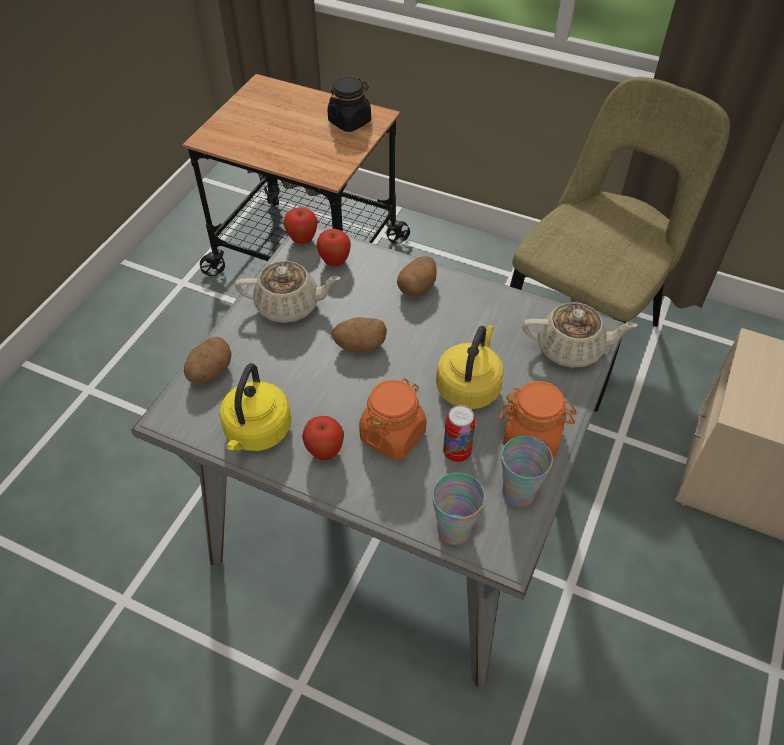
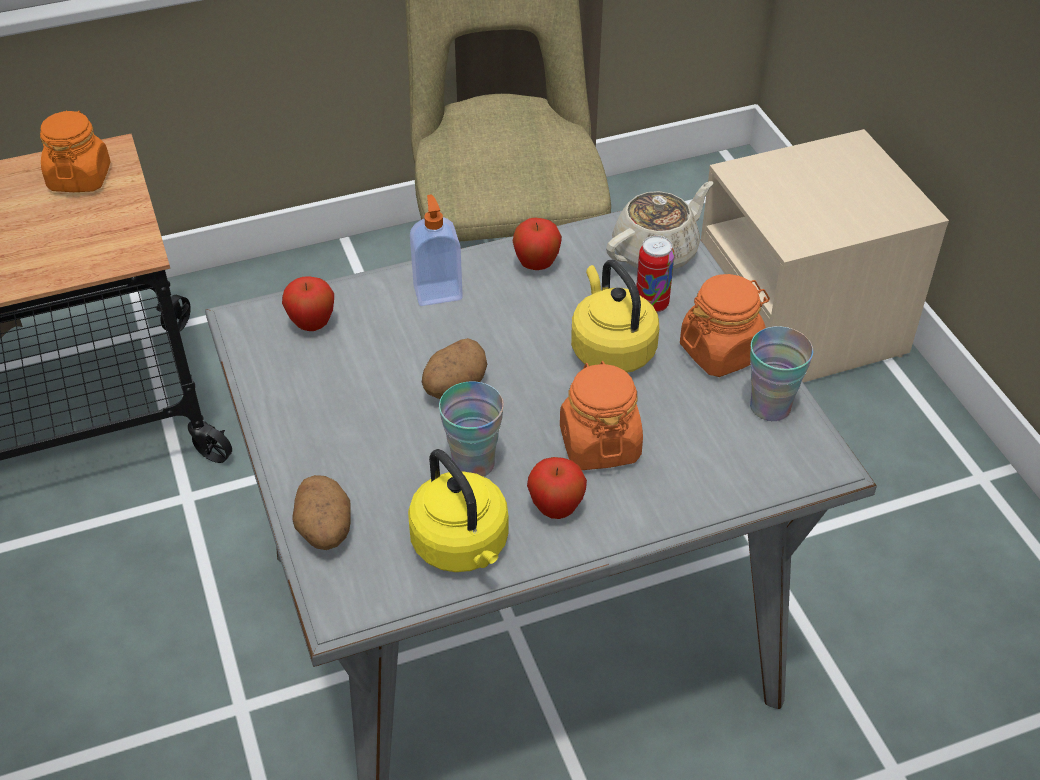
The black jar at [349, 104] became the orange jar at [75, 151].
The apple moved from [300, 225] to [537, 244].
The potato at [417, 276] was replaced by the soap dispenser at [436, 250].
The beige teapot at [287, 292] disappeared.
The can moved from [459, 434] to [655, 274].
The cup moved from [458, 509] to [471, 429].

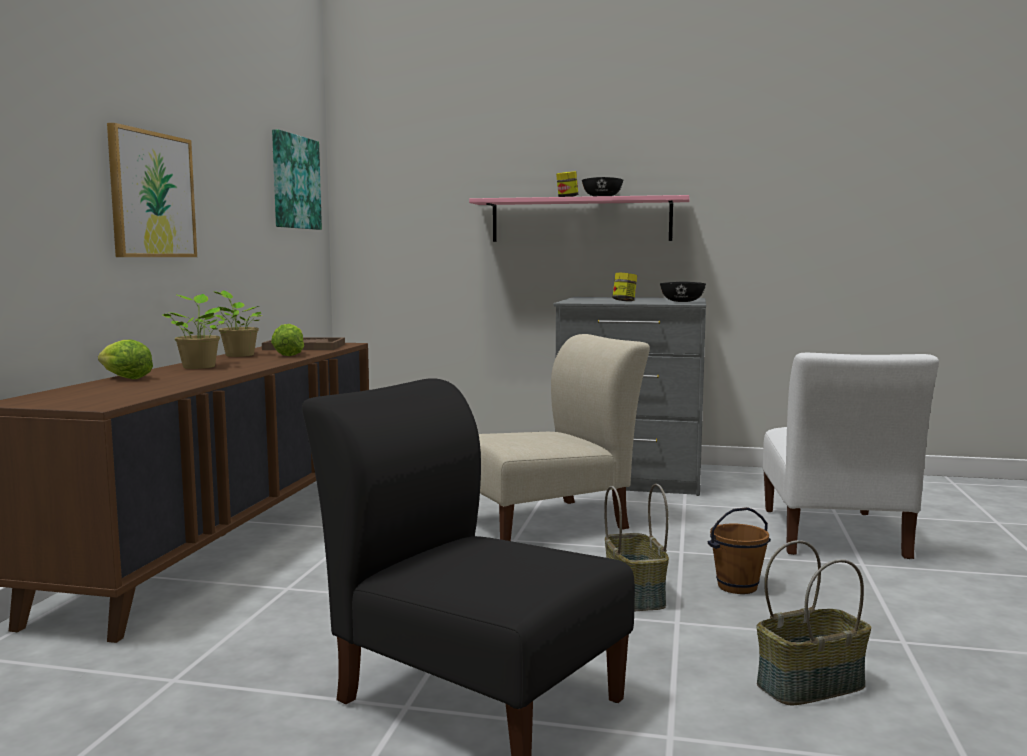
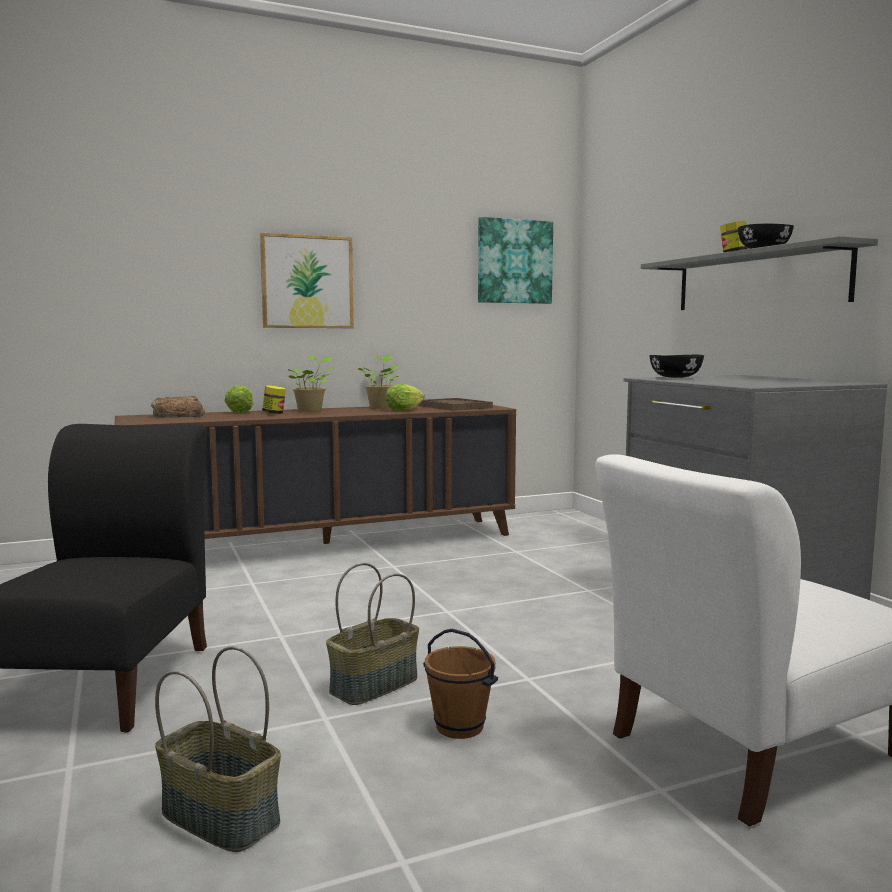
The pink shelf at [579, 218] became the grey shelf at [759, 273].
The jar moved from [624, 287] to [274, 399].
The black bowl moved from [683, 292] to [676, 366].
The beige chair at [564, 437] disappeared.
The bread at [178, 407] appeared.

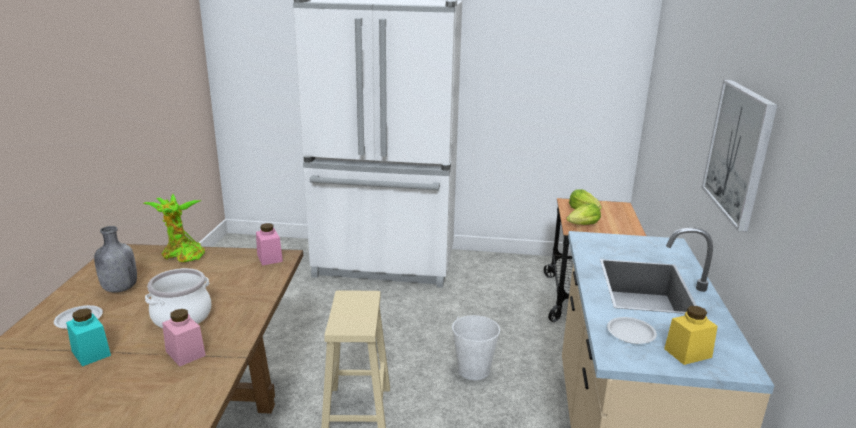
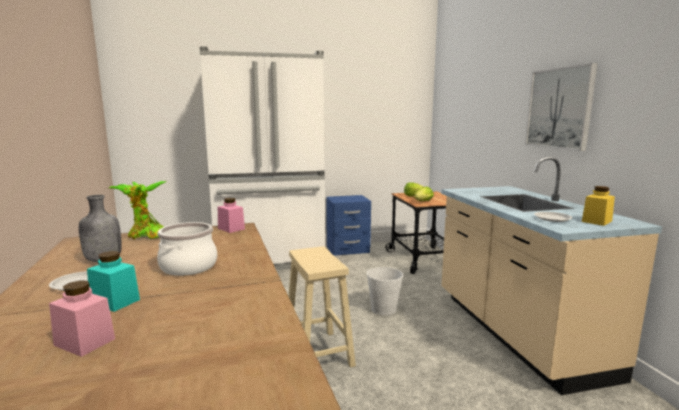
The pink jar moved from [184, 337] to [82, 318].
The blue nightstand at [348, 225] appeared.

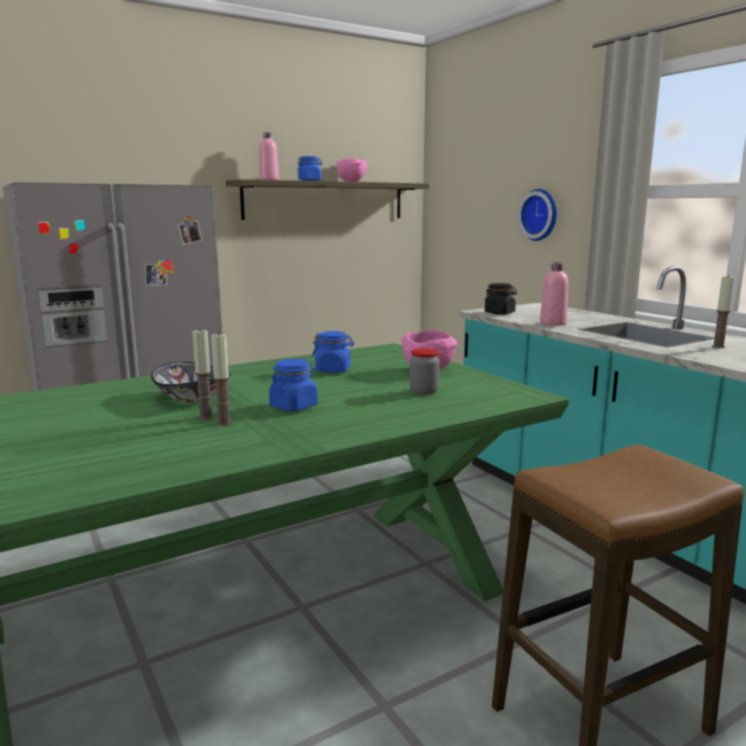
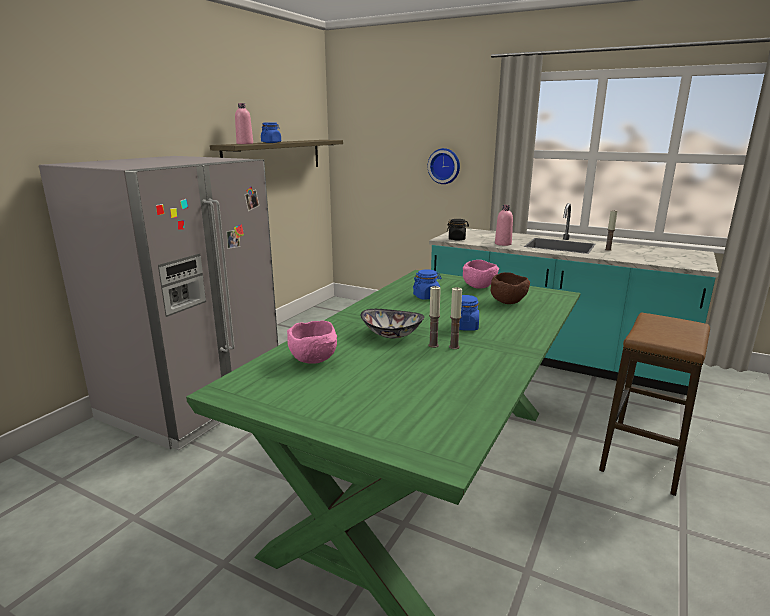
The pink bowl moved from [351, 170] to [312, 342].
The jar at [425, 371] was replaced by the brown bowl at [510, 288].

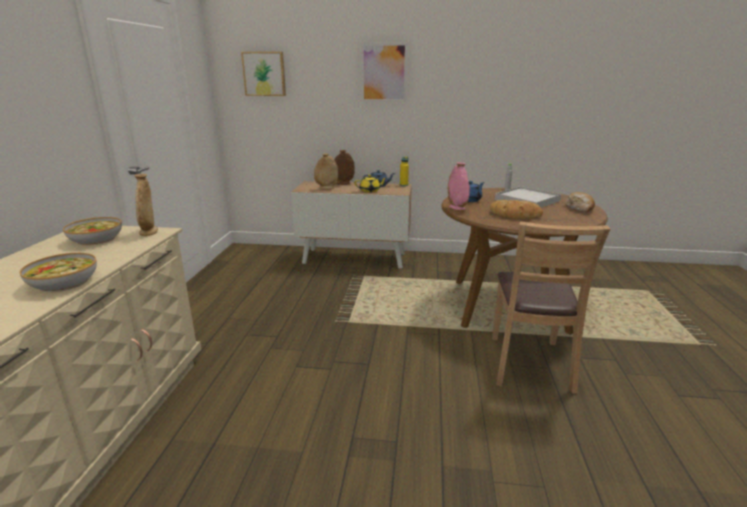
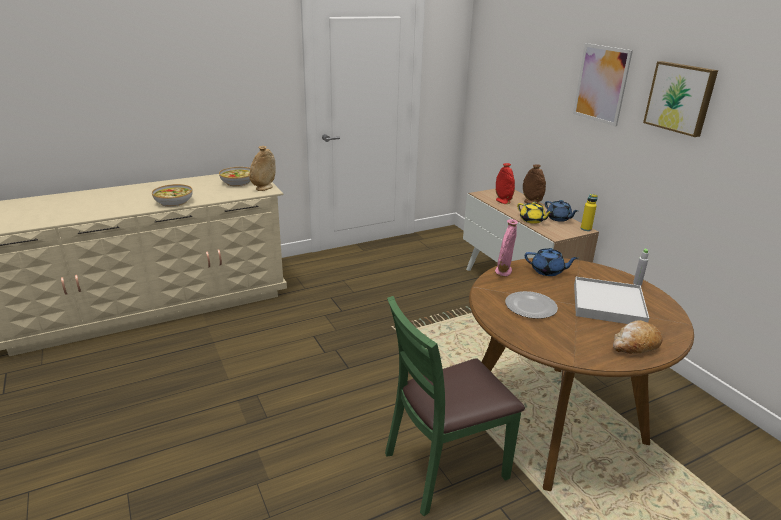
The picture moved from [263, 74] to [680, 99].
The beige vase at [326, 171] became the red vase at [505, 183].
The bread at [516, 209] was replaced by the plate at [531, 305].
The brown chair at [551, 307] became the green chair at [455, 406].

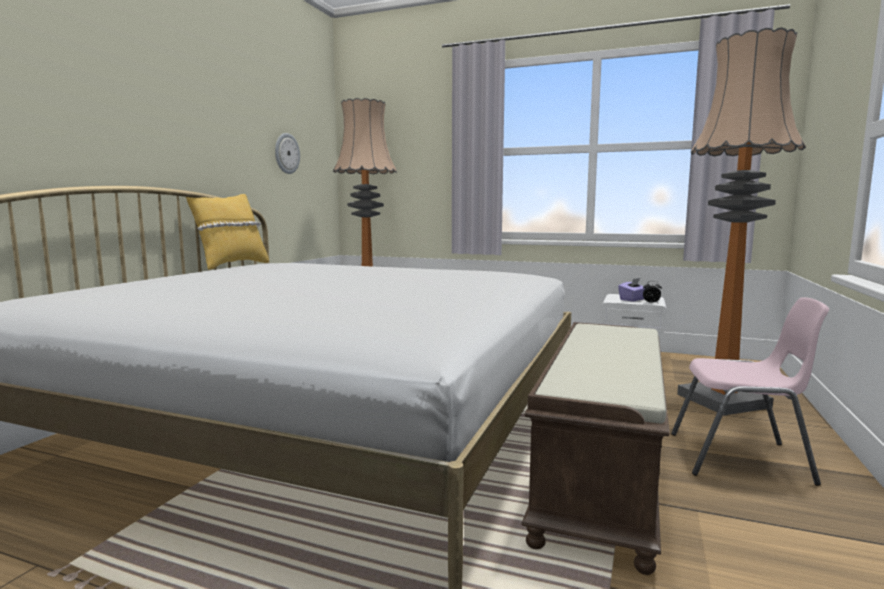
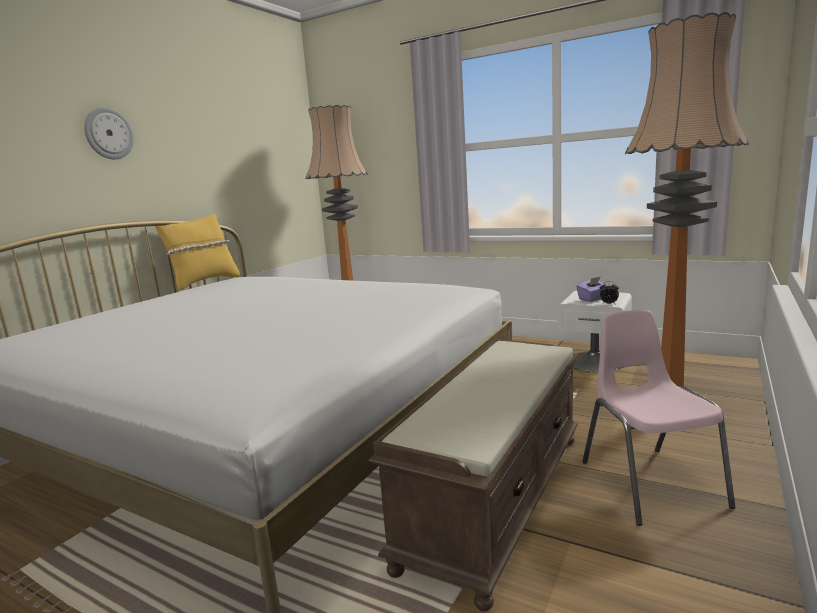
The wall clock moved from [287, 153] to [109, 133].
The pink chair at [750, 392] turned 120 degrees counterclockwise.

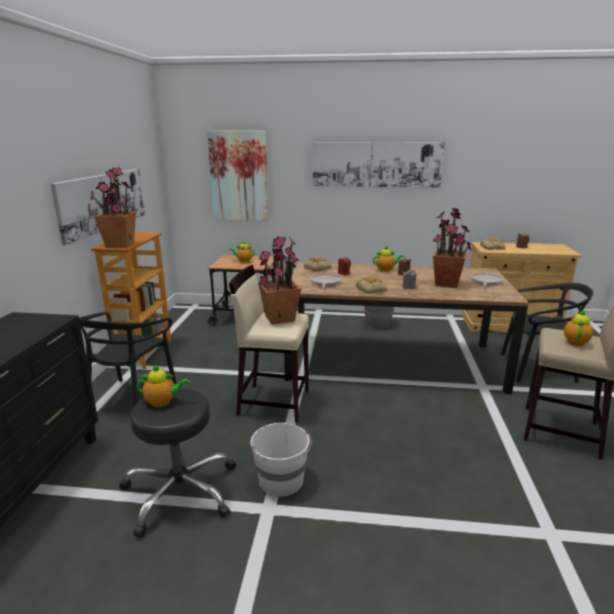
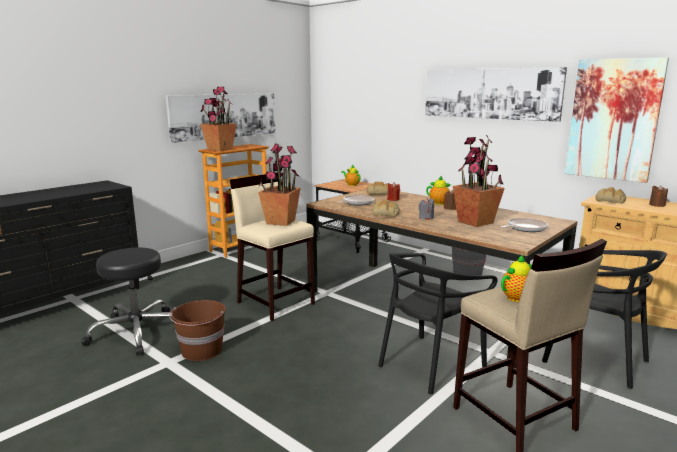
The picture moved from [237, 176] to [617, 120].
The black chair moved from [128, 359] to [437, 323].
The teapot at [163, 385] disappeared.
The white bucket at [281, 460] became the brown bucket at [197, 330].

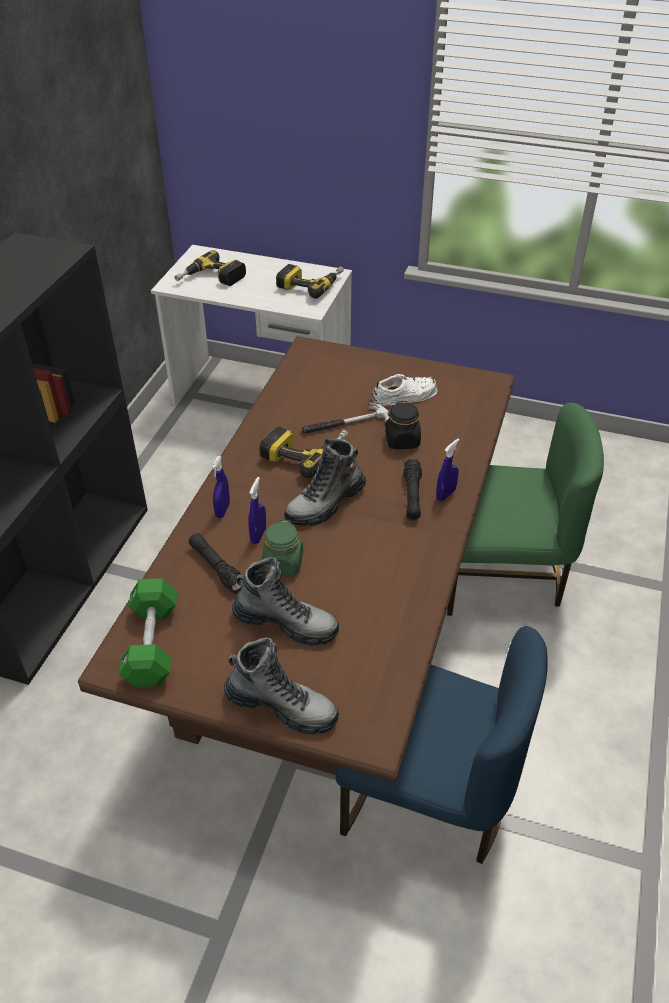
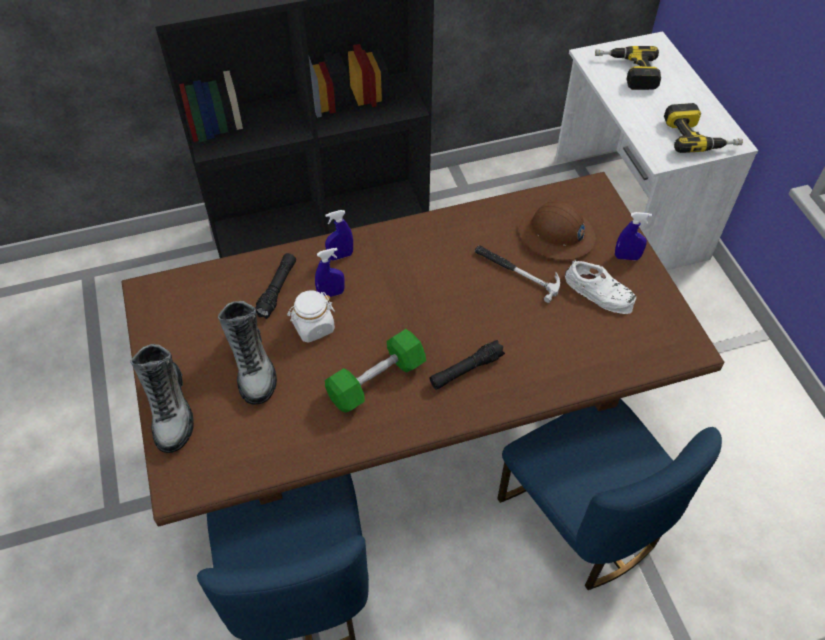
The black jar at [403, 425] disappeared.
The green chair at [525, 509] became the blue chair at [609, 494].
The power drill at [303, 452] disappeared.
The boot at [325, 482] disappeared.
The blue spray bottle moved from [448, 470] to [633, 236].
The green jar at [282, 548] became the white jar at [311, 316].
The green dumbbell moved from [148, 632] to [375, 371].
The brown hard hat at [557, 230] appeared.

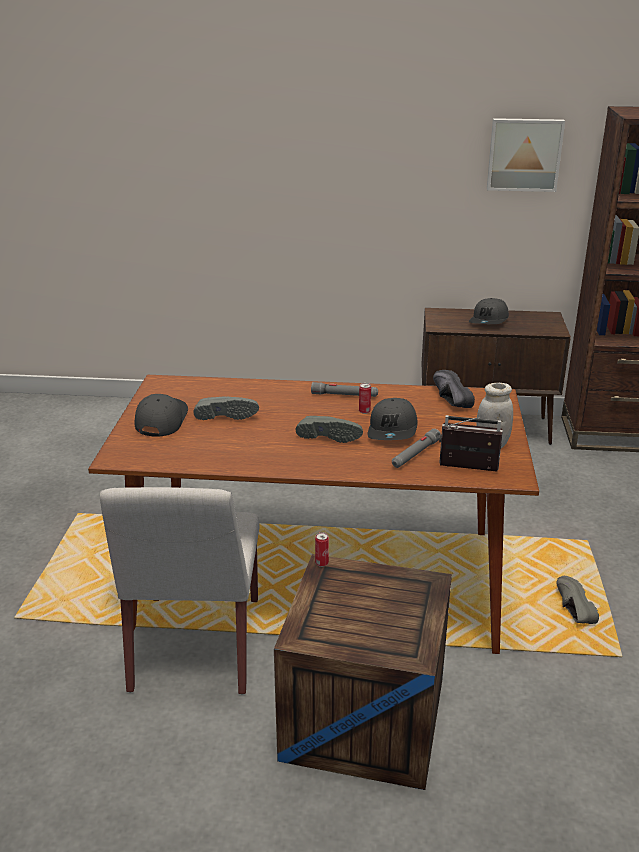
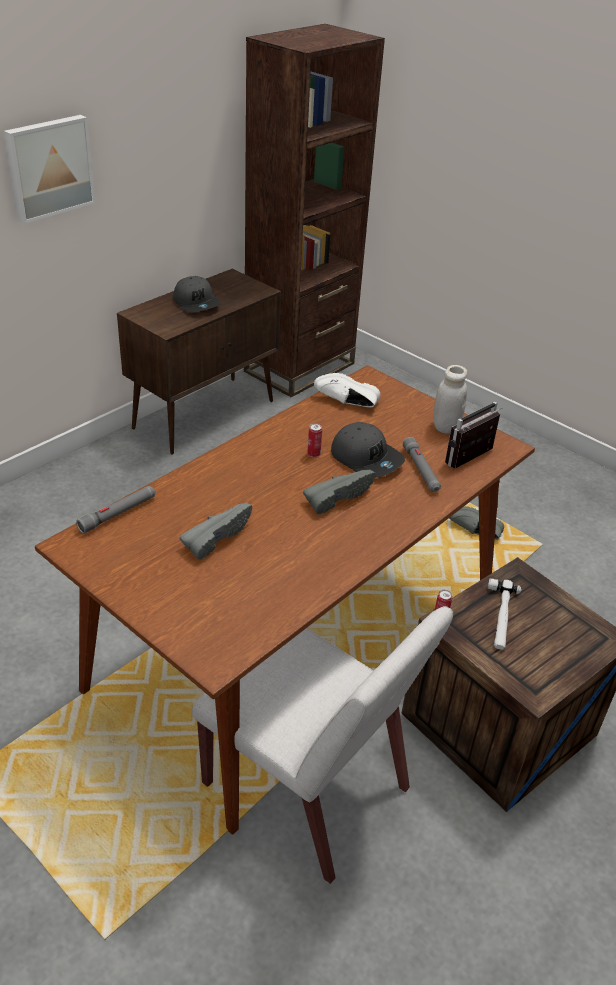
The picture moved from [526, 155] to [50, 169].
The black shoe at [454, 389] became the white shoe at [347, 390].
The grey flashlight moved from [344, 389] to [115, 509].
The grey cap at [161, 415] disappeared.
The hammer at [504, 614] appeared.

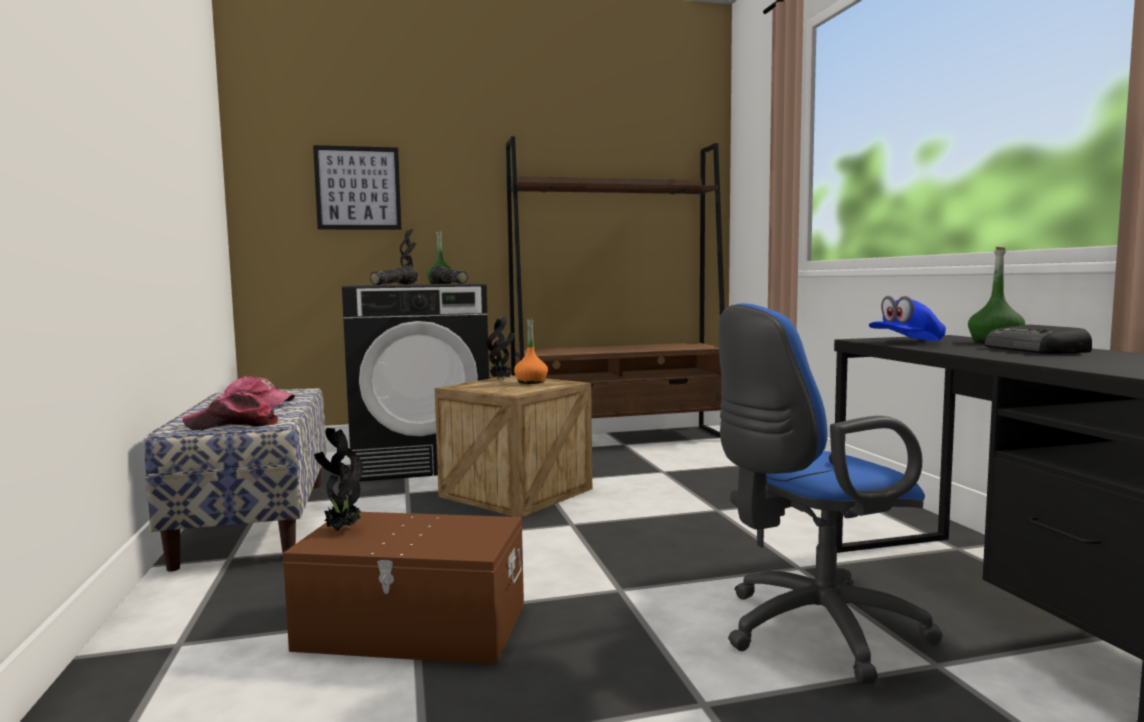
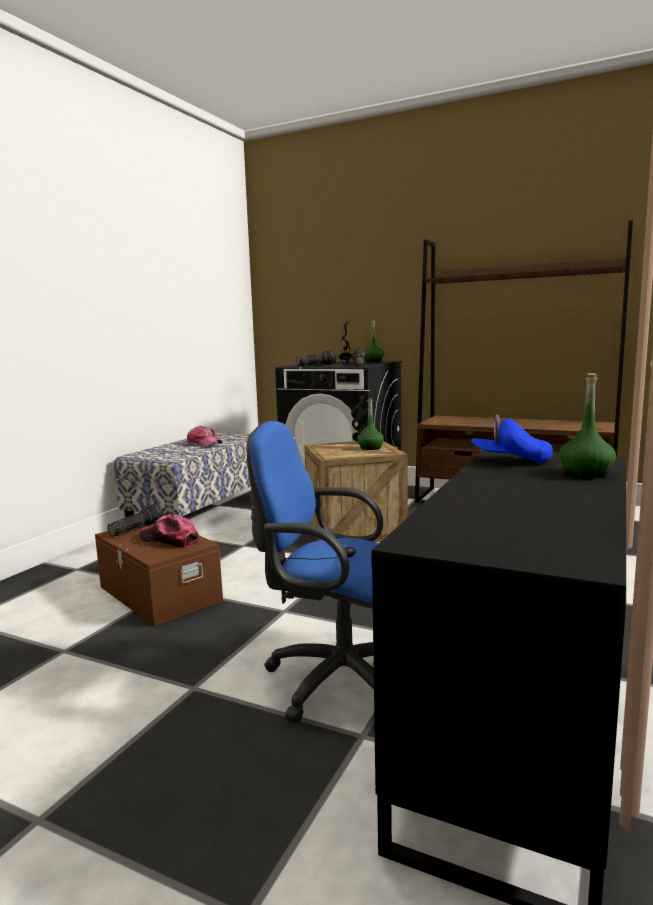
The picture at [357, 187] disappeared.
The orange bottle at [531, 351] became the green bottle at [371, 424].
The radio at [1037, 339] disappeared.
The cap moved from [230, 411] to [169, 530].
The potted plant at [338, 479] was replaced by the flashlight at [135, 520].

